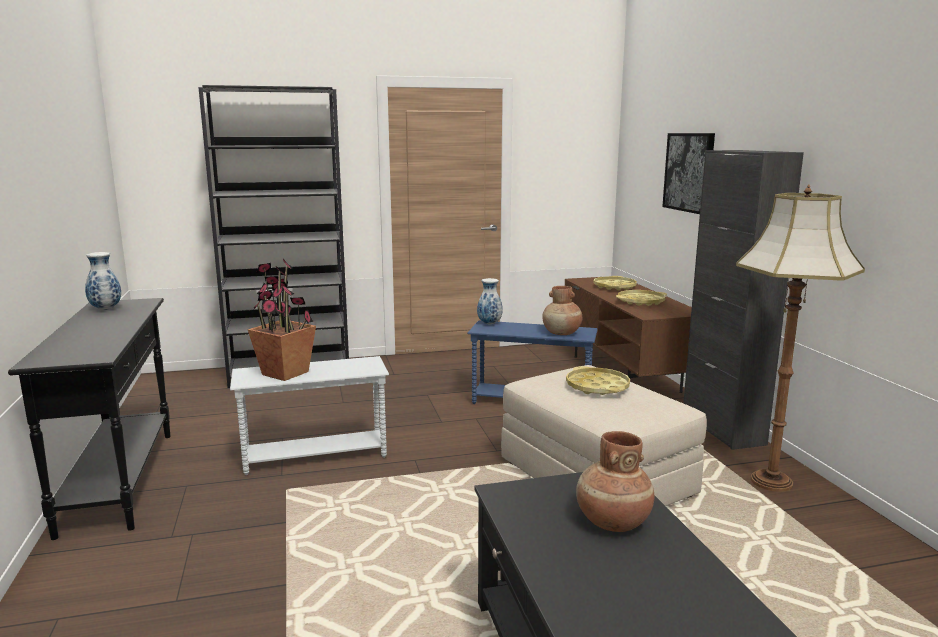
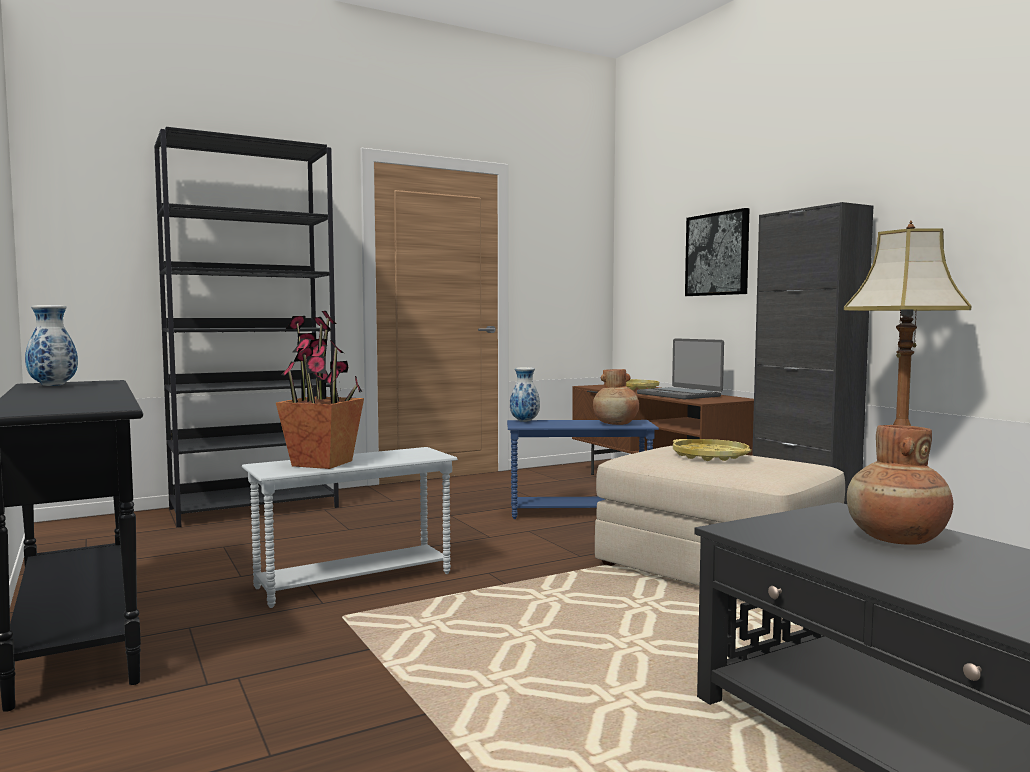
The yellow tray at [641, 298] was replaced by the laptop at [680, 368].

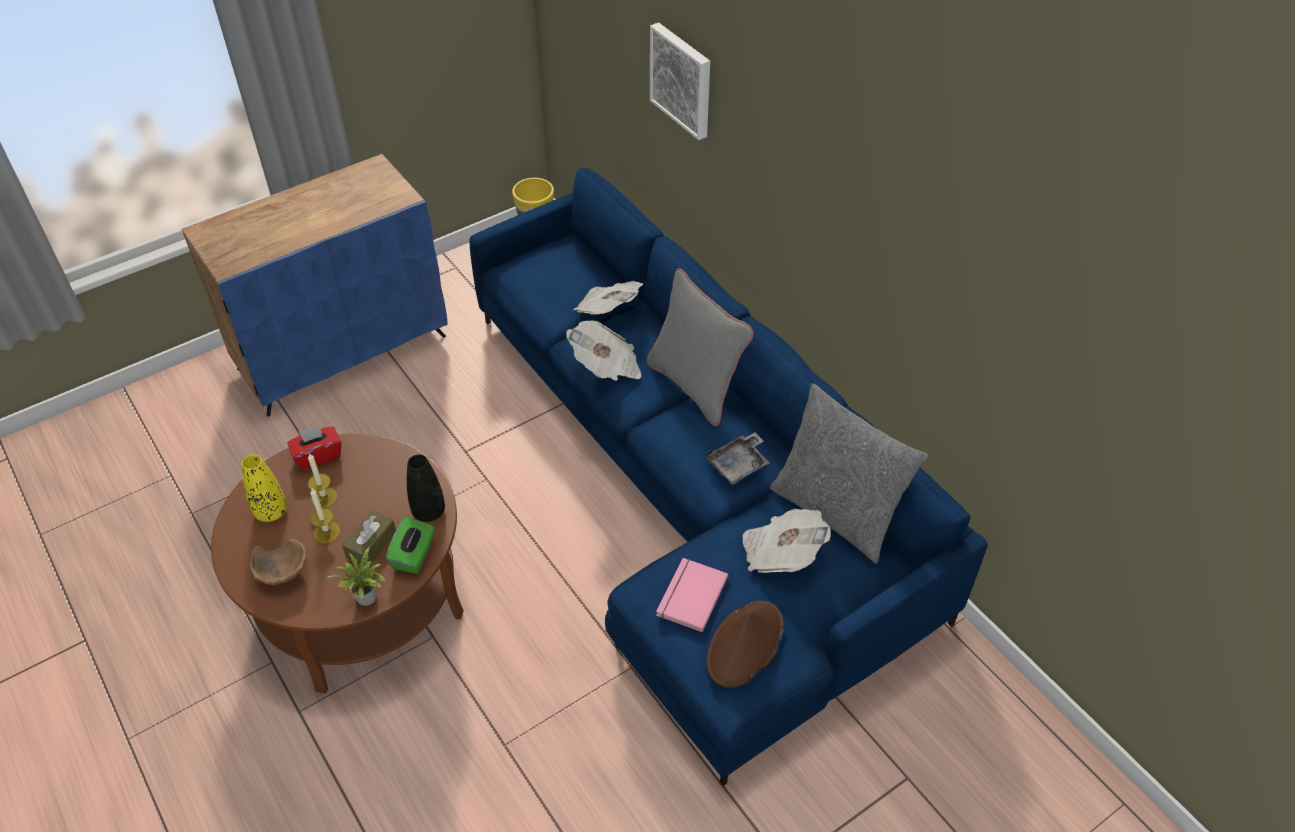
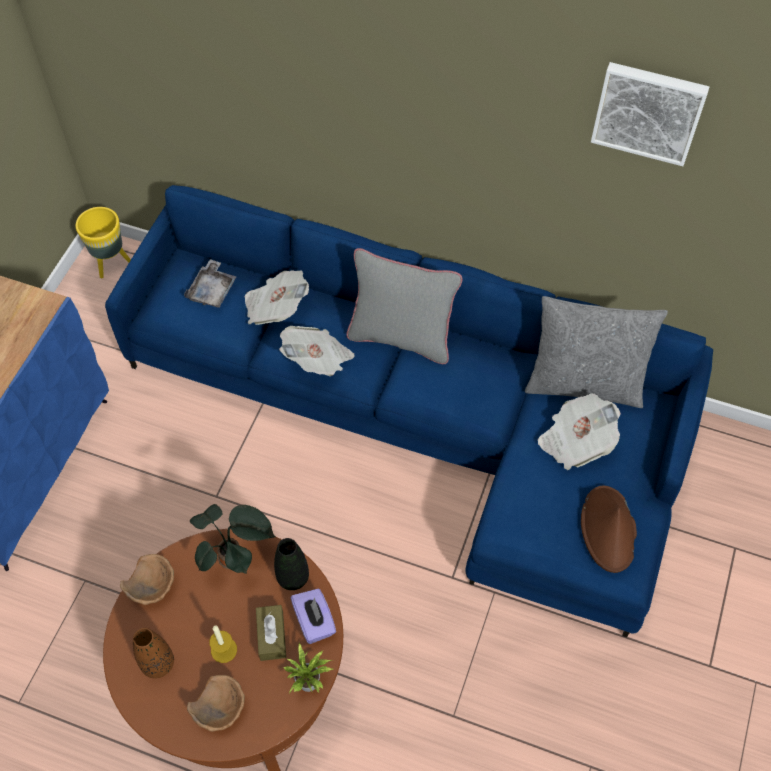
The picture moved from [680, 81] to [650, 114].
The red tissue box at [314, 447] was replaced by the brown bowl at [147, 579].
The grey tray moved from [737, 458] to [210, 283].
The candle at [322, 480] disappeared.
The yellow vase at [264, 488] became the brown vase at [153, 653].
The green tissue box at [410, 545] became the purple tissue box at [313, 616].
The pink book at [692, 595] disappeared.
The potted plant at [233, 539] appeared.

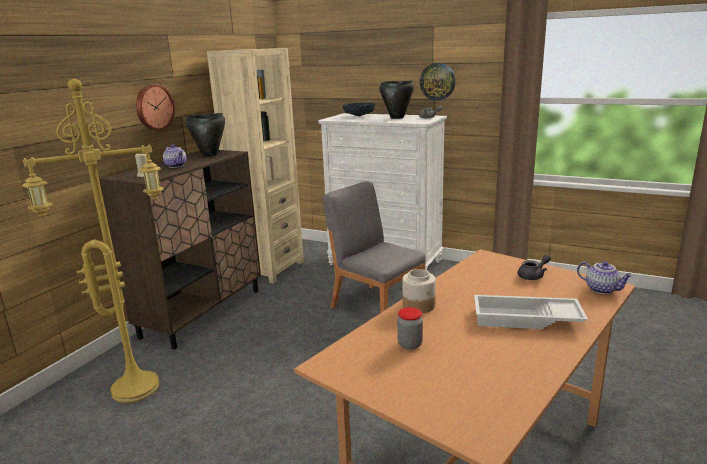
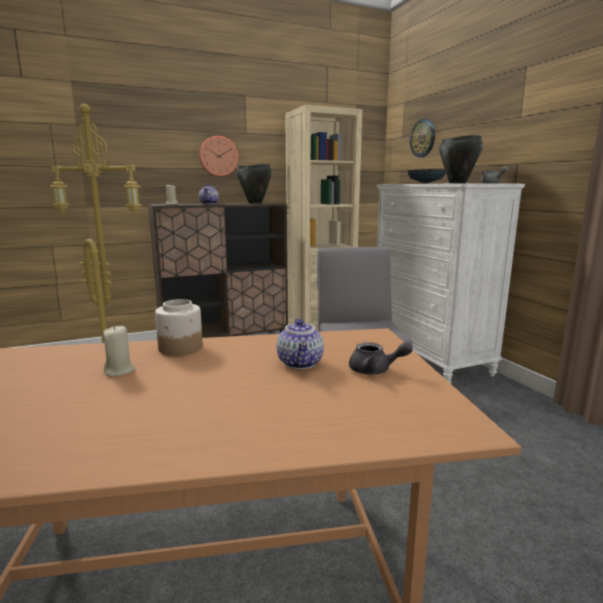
The wall clock moved from [438, 82] to [422, 138].
The teapot moved from [605, 277] to [300, 344].
The white tray at [531, 312] disappeared.
The jar at [410, 328] disappeared.
The beige candle at [119, 350] appeared.

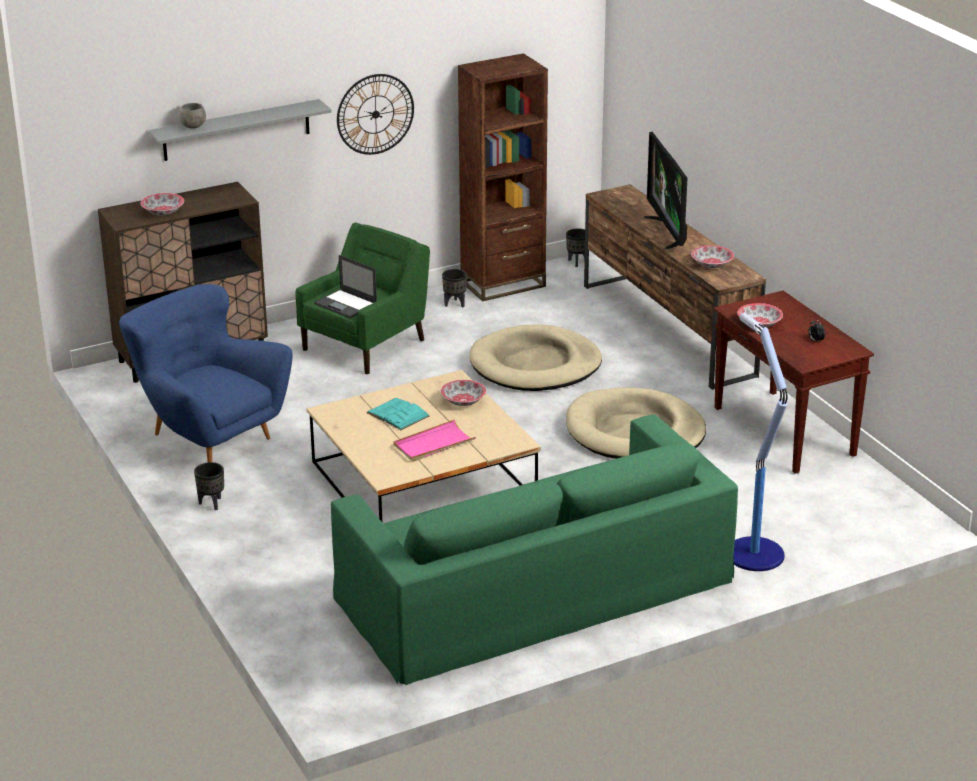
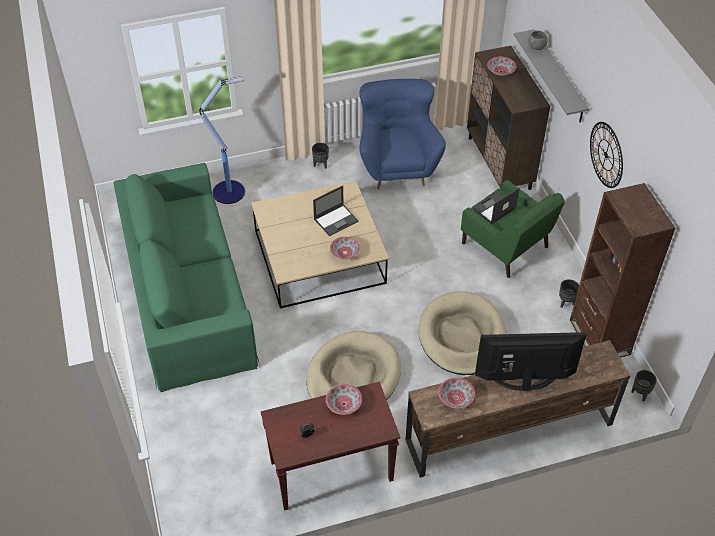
The blue armchair at [205, 373] turned 60 degrees counterclockwise.
The floor lamp moved from [760, 442] to [222, 140].
The turquoise book at [397, 414] was replaced by the laptop at [336, 211].
The pink tray at [434, 440] disappeared.

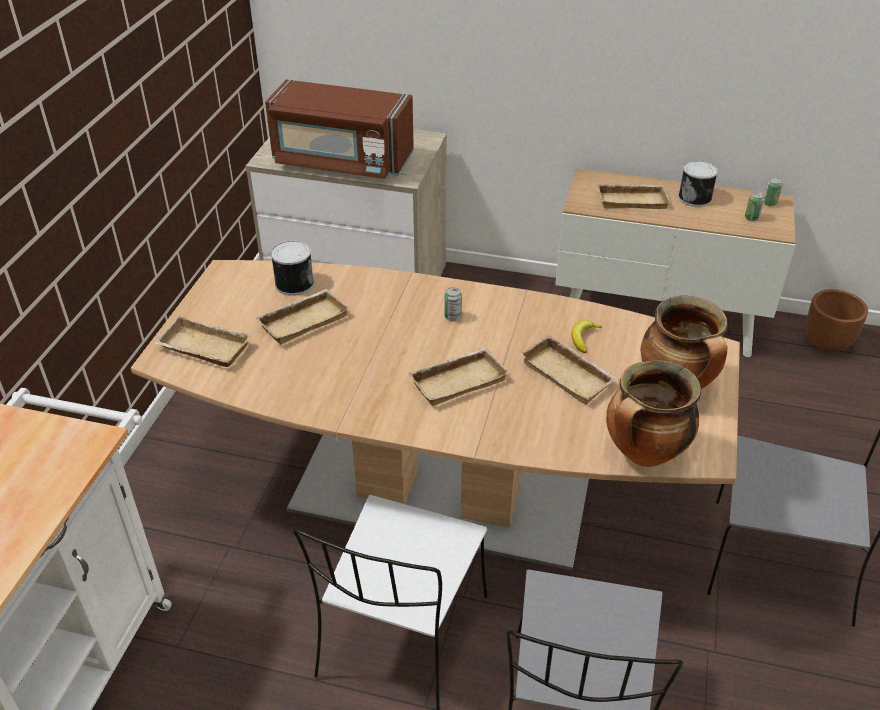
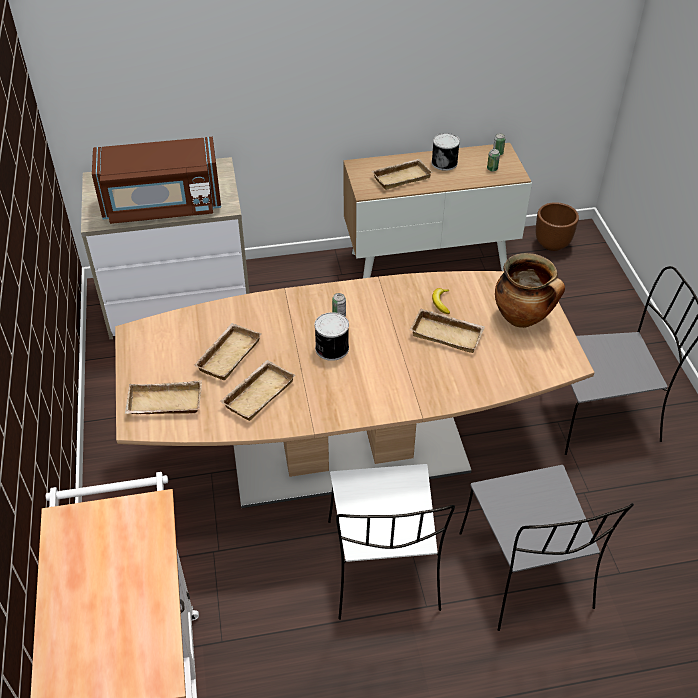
The can moved from [292, 268] to [331, 336].
The beige tray moved from [459, 376] to [257, 390].
The cooking pot at [653, 413] disappeared.

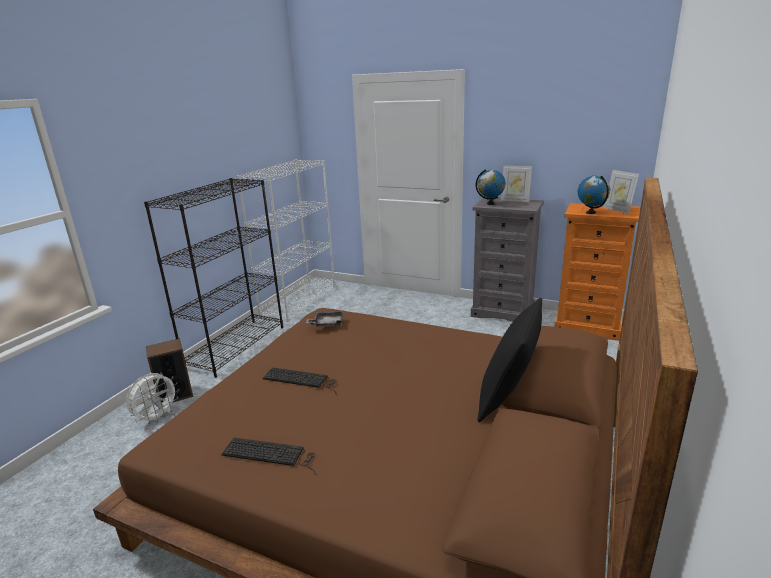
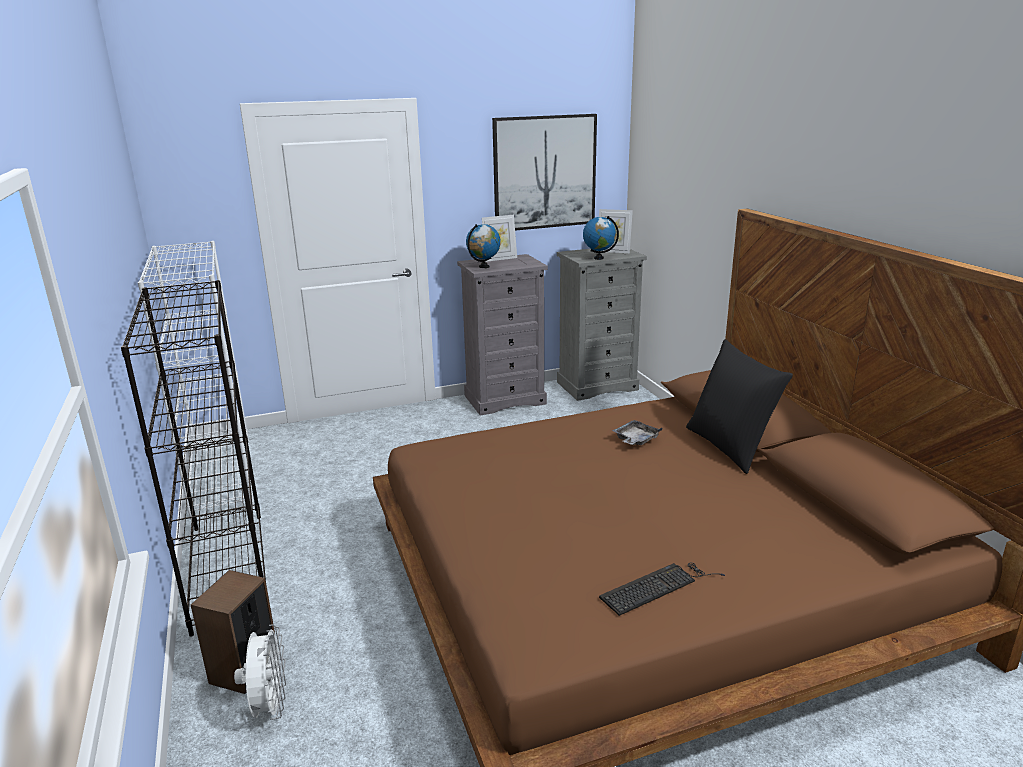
The orange dresser at [597, 272] became the grey dresser at [602, 325].
The grey tray moved from [324, 319] to [637, 432].
The keyboard at [300, 380] disappeared.
The picture at [544, 172] appeared.

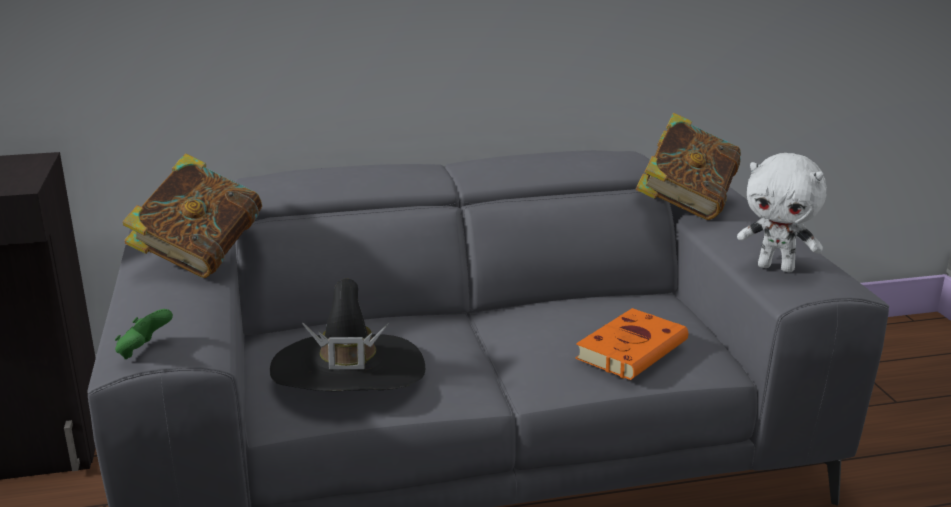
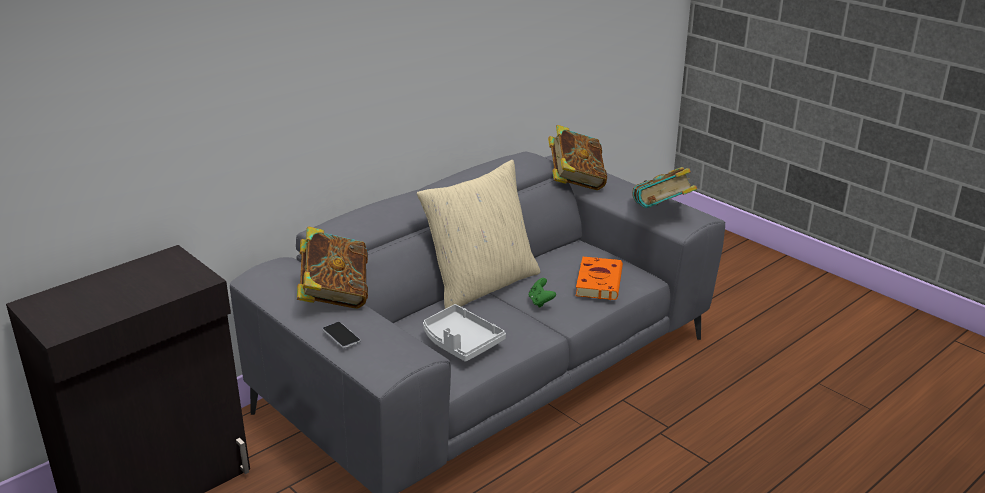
The white plush toy at [782, 212] was replaced by the book at [664, 187].
The black hat at [347, 335] was replaced by the grey tray at [464, 333].
The green game controller moved from [144, 334] to [542, 293].
The beige pillow at [478, 234] appeared.
The phone at [341, 335] appeared.

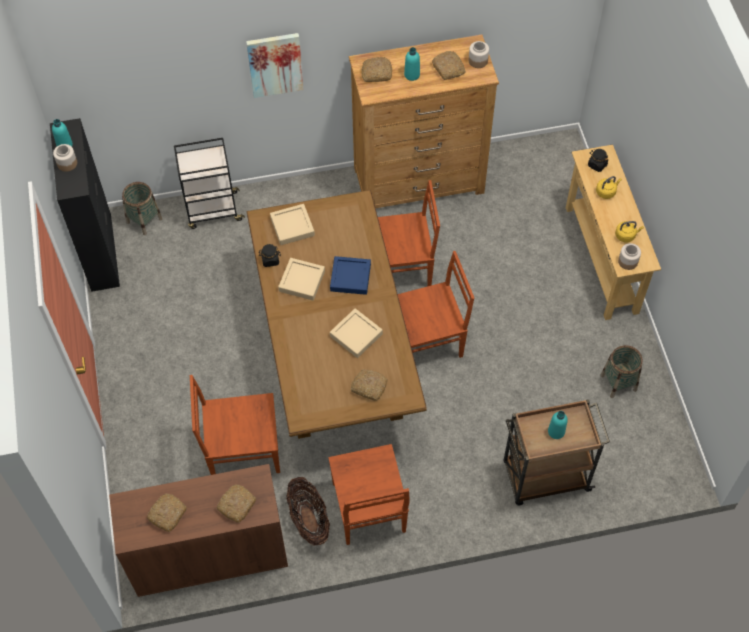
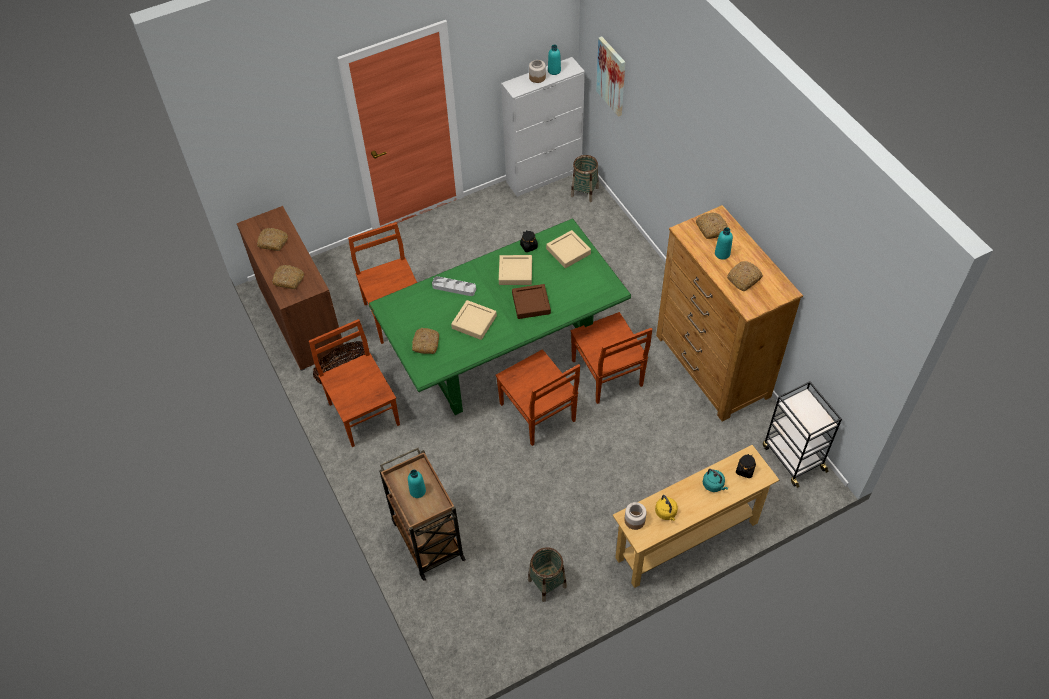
The picture moved from [274, 65] to [610, 76].
The jar at [478, 54] disappeared.
The black cabinet at [85, 205] became the white cabinet at [543, 127].
The black cart moved from [209, 183] to [802, 434].
The yellow kettle at [609, 187] became the turquoise kettle at [715, 480].
The brown dining table at [337, 314] became the green dining table at [500, 316].
The blue tray at [350, 275] became the brown tray at [531, 301].
The brown chair at [369, 494] turned 90 degrees clockwise.
The grey tray at [454, 286] appeared.

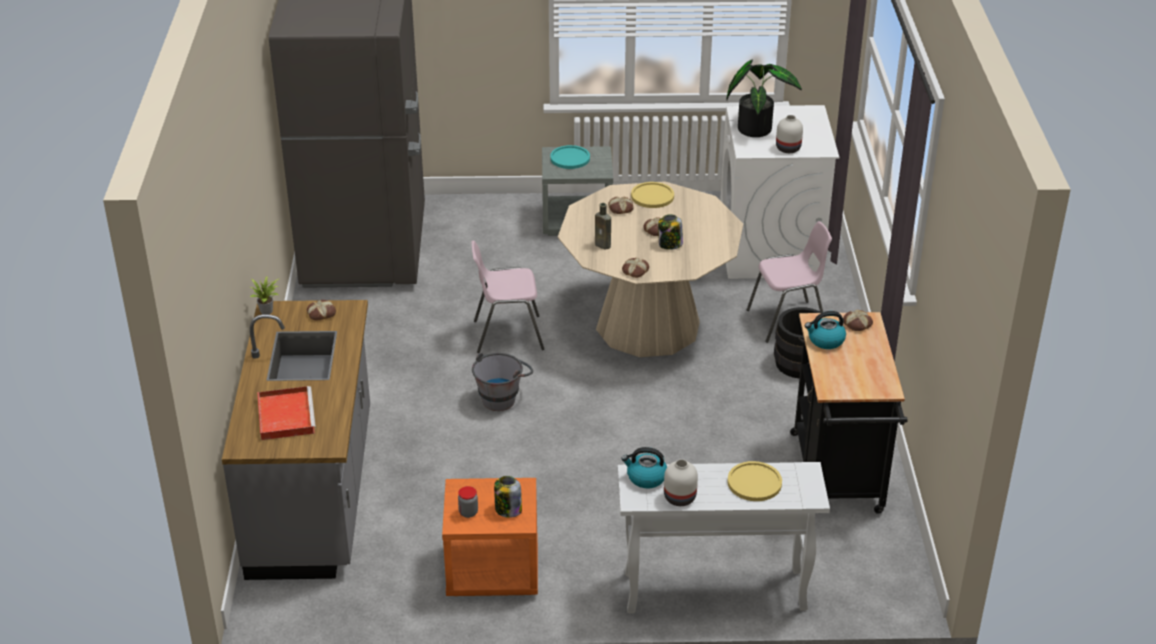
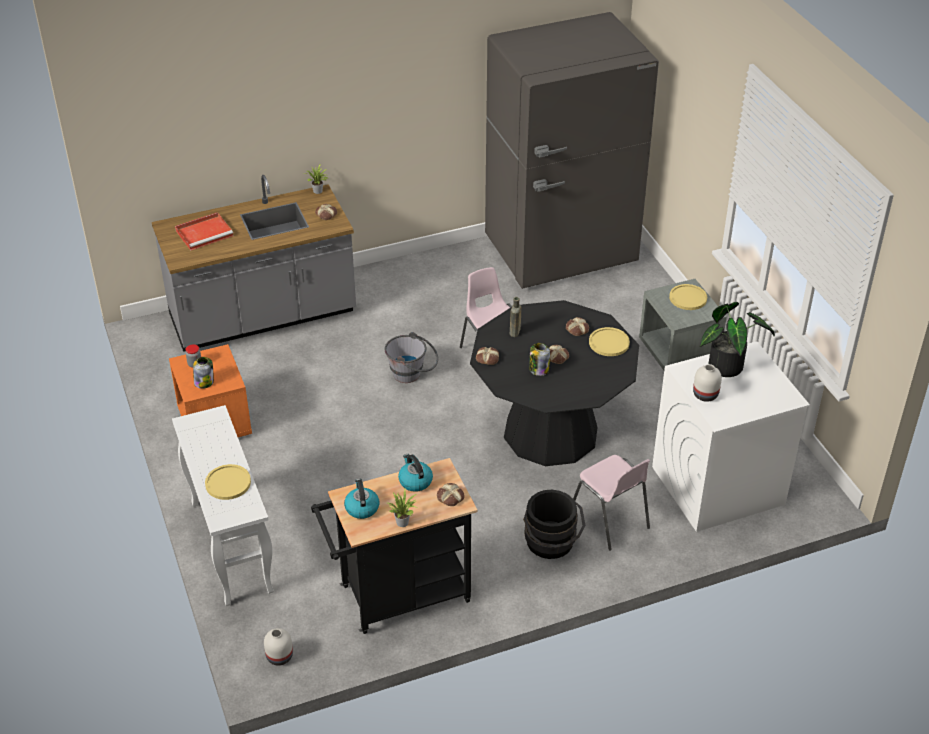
The turquoise plate at [570, 157] became the yellow plate at [688, 297].
The beige dining table at [650, 269] became the black dining table at [554, 383].
The kettle moved from [644, 467] to [361, 499].
The white vase moved from [681, 482] to [278, 647].
The potted plant at [402, 508] appeared.

